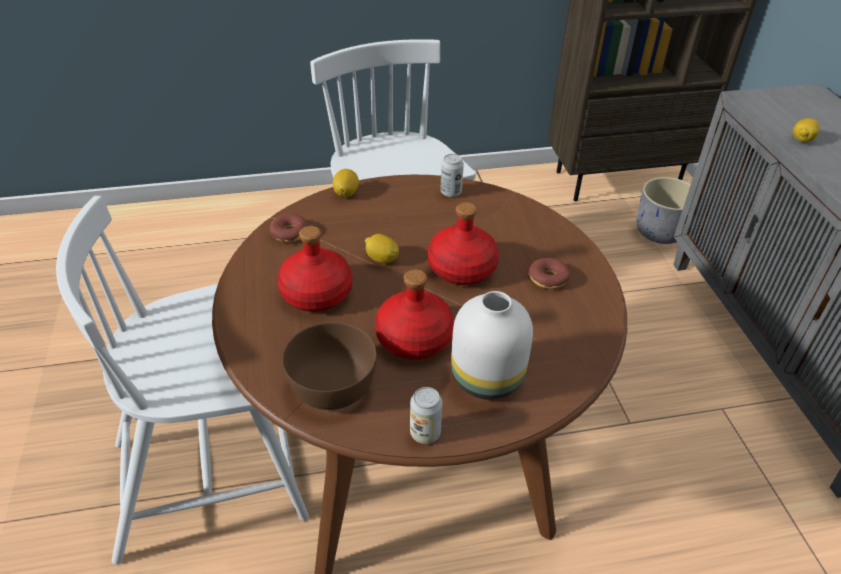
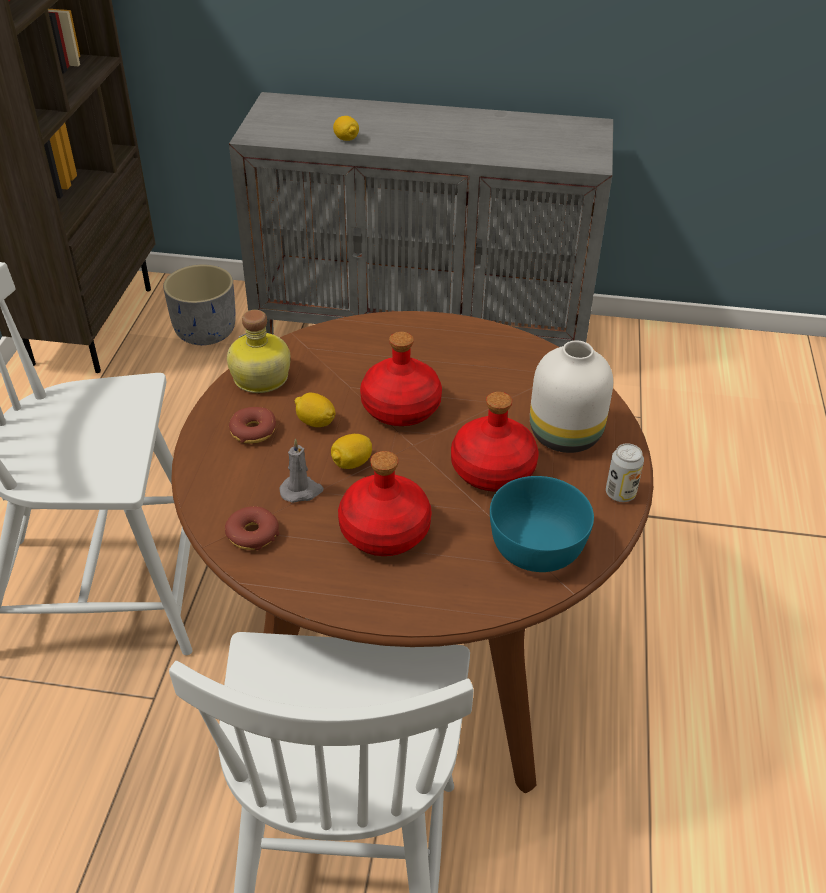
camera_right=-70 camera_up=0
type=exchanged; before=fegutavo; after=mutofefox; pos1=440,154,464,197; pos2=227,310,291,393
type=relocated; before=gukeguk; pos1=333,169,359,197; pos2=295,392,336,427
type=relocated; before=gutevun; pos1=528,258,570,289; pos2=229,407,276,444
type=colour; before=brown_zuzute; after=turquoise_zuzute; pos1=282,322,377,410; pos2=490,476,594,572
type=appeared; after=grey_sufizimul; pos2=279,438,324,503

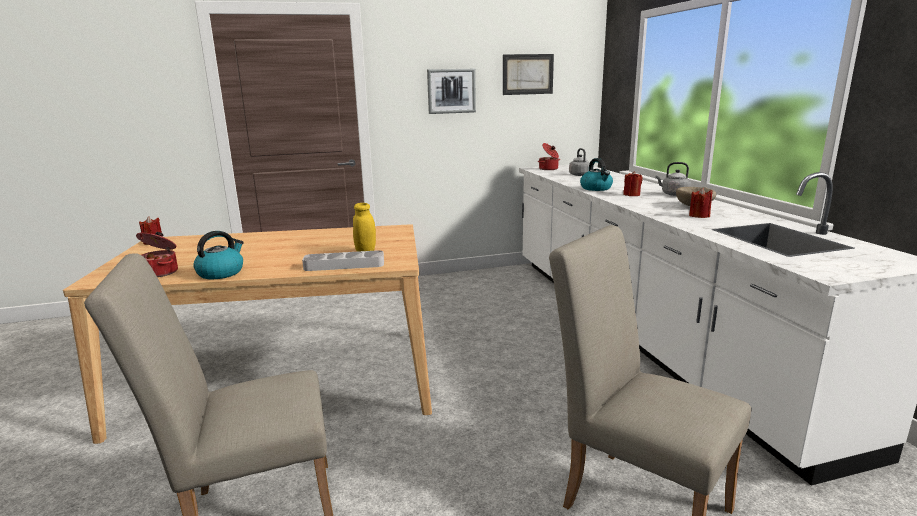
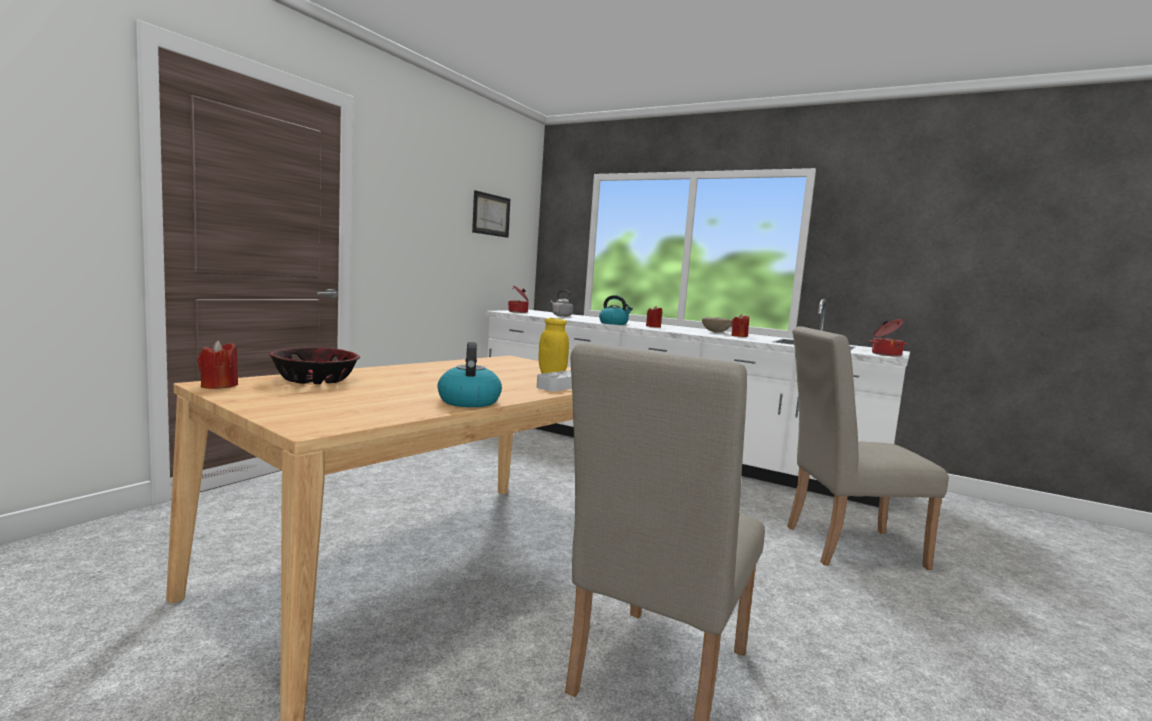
camera_right=-45 camera_up=-10
type=missing; before=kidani; pos1=427,69,476,114
type=missing; before=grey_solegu; pos1=656,162,691,196
type=relocated; before=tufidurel; pos1=136,232,178,277; pos2=869,319,908,357
type=appeared; after=zuzute; pos2=269,348,360,384

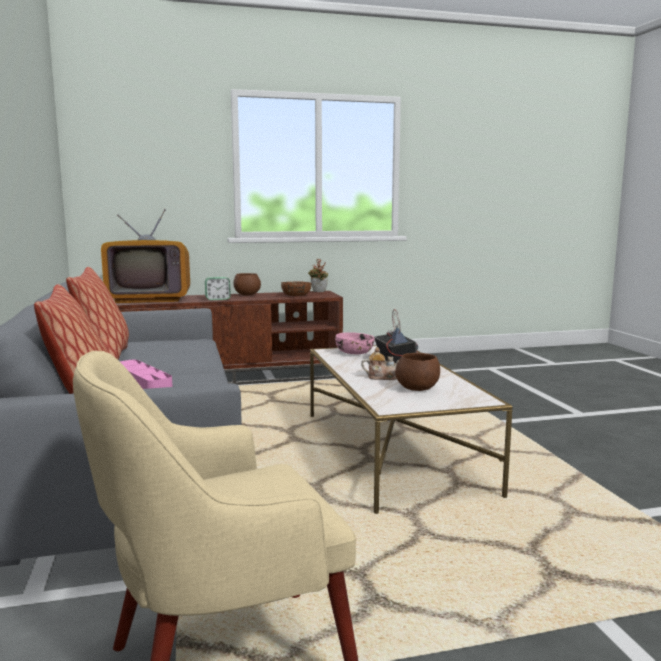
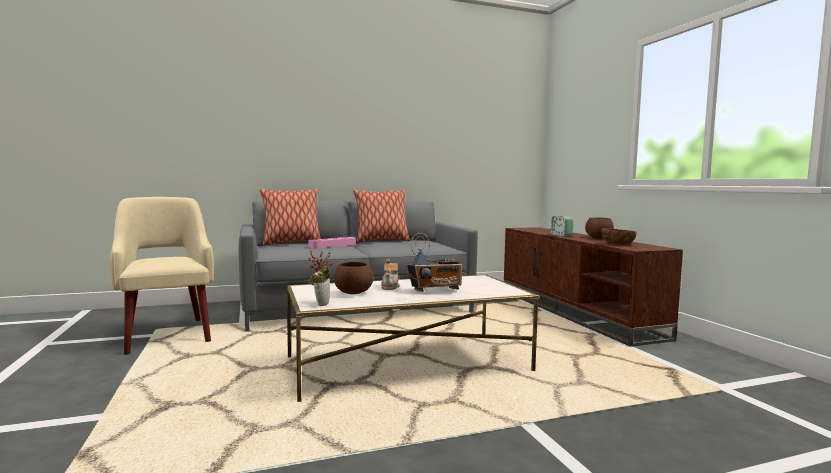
camera_right=85 camera_up=-5
type=missing; before=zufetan; pos1=101,209,190,303
type=relocated; before=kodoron; pos1=308,259,328,292; pos2=308,250,334,306
type=missing; before=pink_zuzute; pos1=335,332,375,354

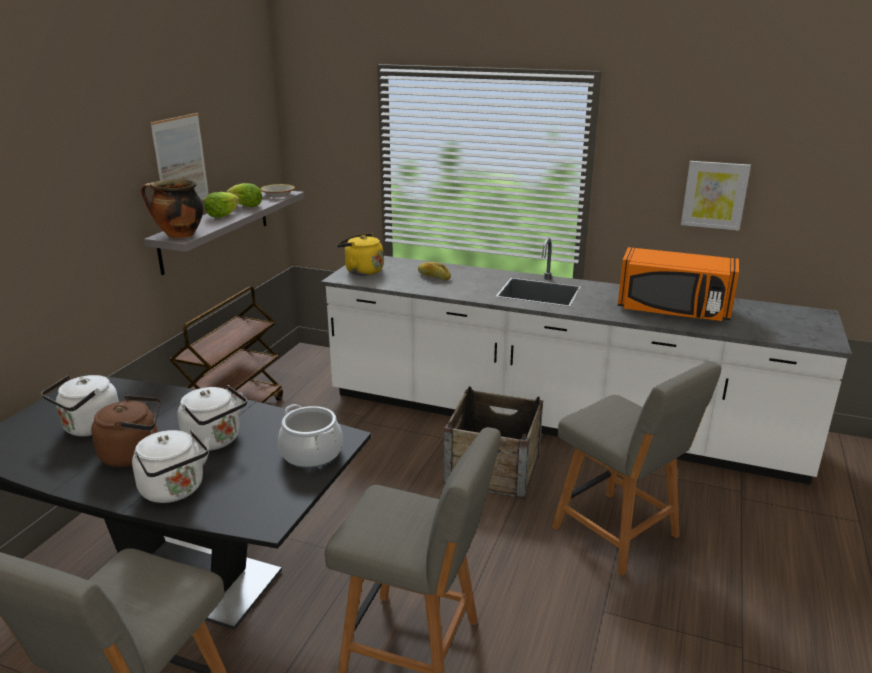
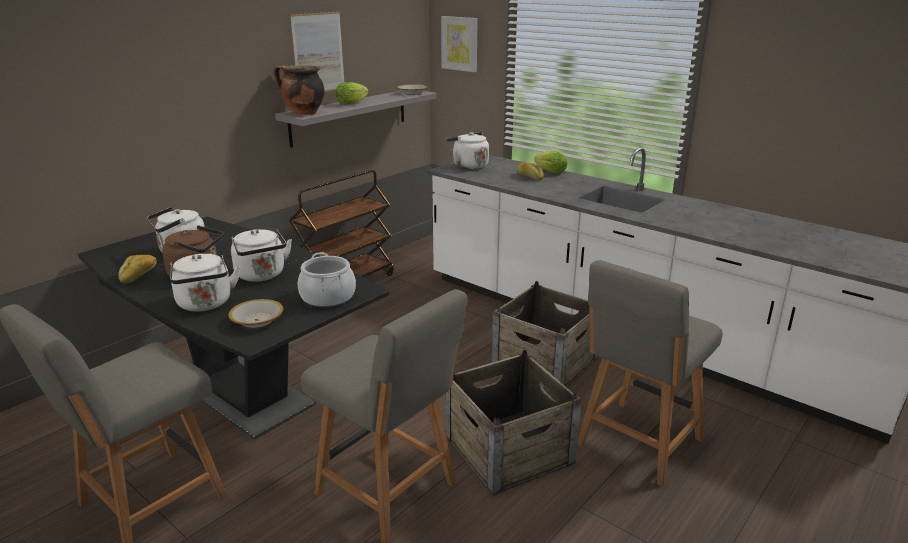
camera_right=20 camera_up=0
type=relocated; before=kidani; pos1=681,161,751,231; pos2=441,16,478,72
type=relocated; before=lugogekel; pos1=226,183,262,207; pos2=534,151,567,174
type=colour; before=yellow_solegu; after=white_solegu; pos1=337,233,384,275; pos2=447,132,489,170
type=missing; before=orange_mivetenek; pos1=618,247,739,321
type=spun; before=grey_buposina; pos1=552,361,722,576; pos2=578,260,723,487; turn=60
type=appeared; after=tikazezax; pos2=118,255,157,284
type=appeared; after=zuzute; pos2=228,299,283,328
type=appeared; after=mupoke; pos2=446,350,582,495

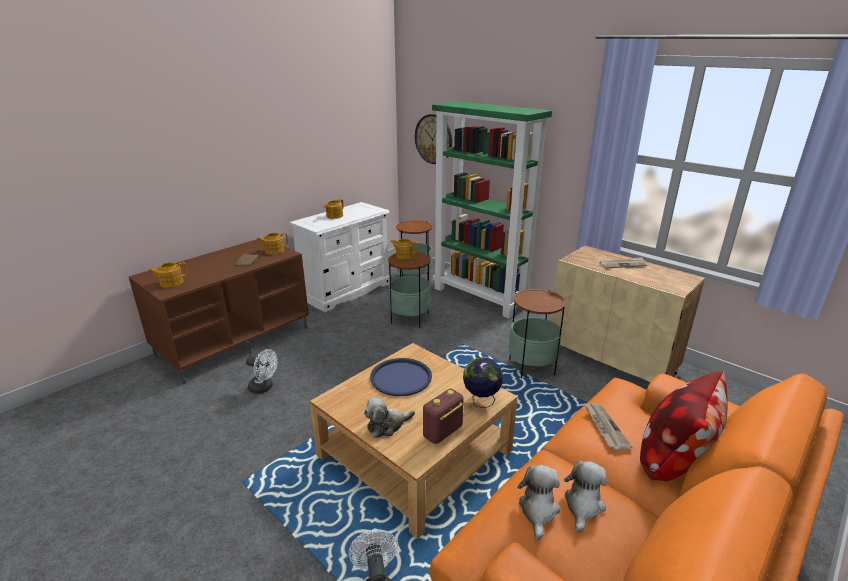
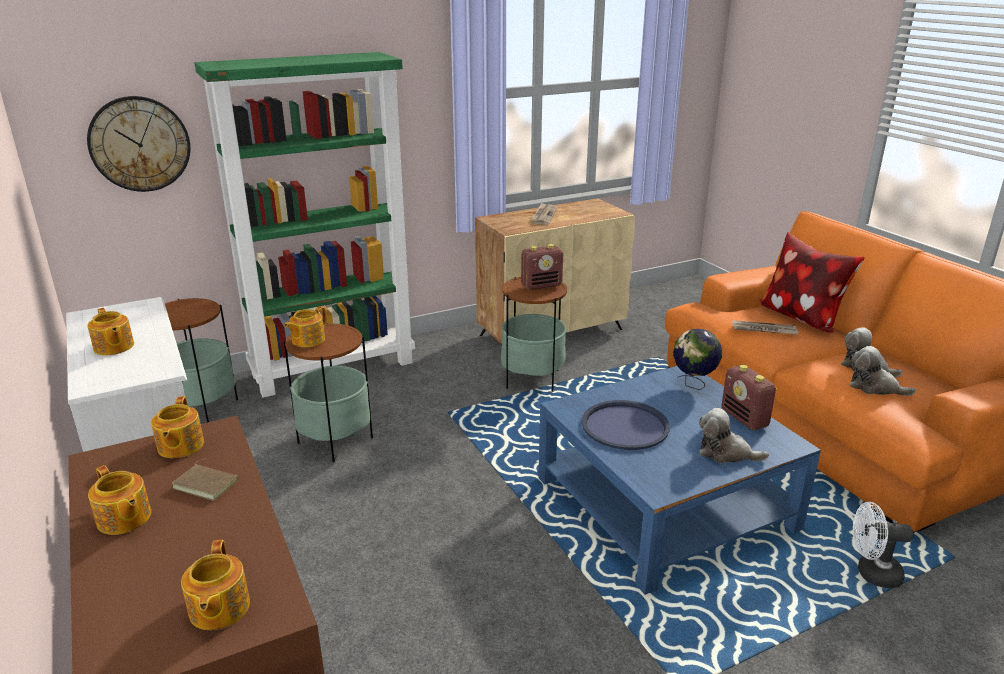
camera_right=-70 camera_up=0
type=colour; before=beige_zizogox; after=blue_zizogox; pos1=310,343,518,539; pos2=538,366,821,595
type=missing; before=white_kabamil; pos1=246,349,278,394
type=spun; before=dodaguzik; pos1=364,397,415,438; pos2=699,408,769,463; turn=120
type=appeared; after=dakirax; pos2=521,244,563,290
type=appeared; after=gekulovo; pos2=88,465,151,535

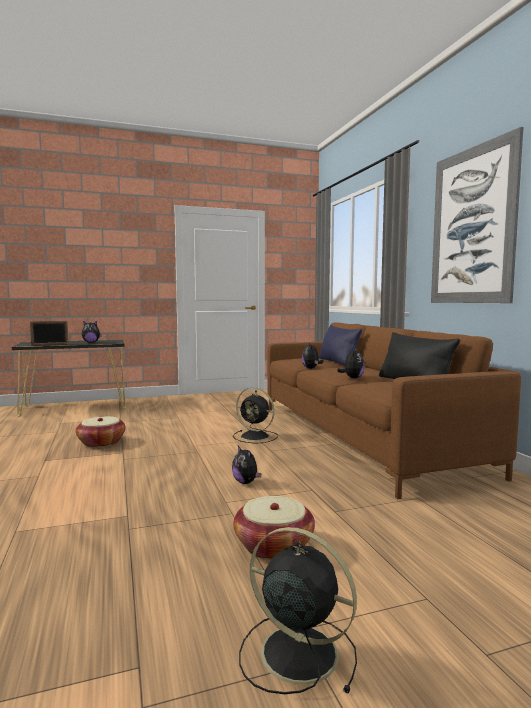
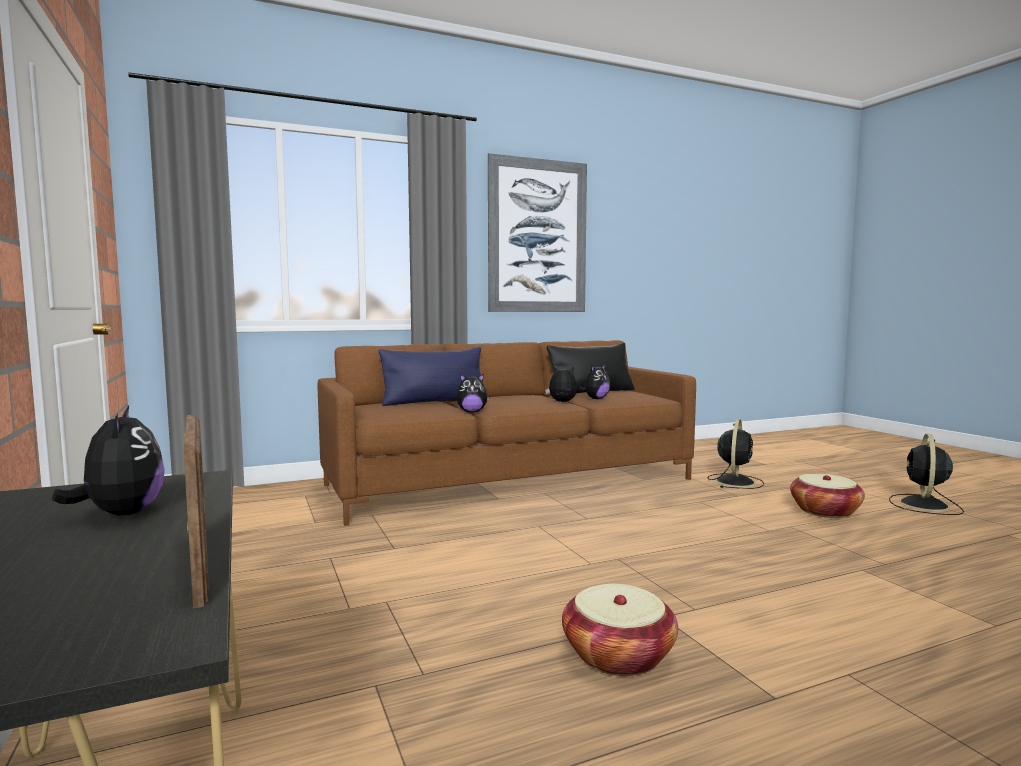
camera_right=-95 camera_up=0
type=relocated; before=black_kabamil; pos1=233,387,278,443; pos2=707,419,764,489
type=relocated; before=dodaguzik; pos1=232,446,261,484; pos2=579,364,610,399

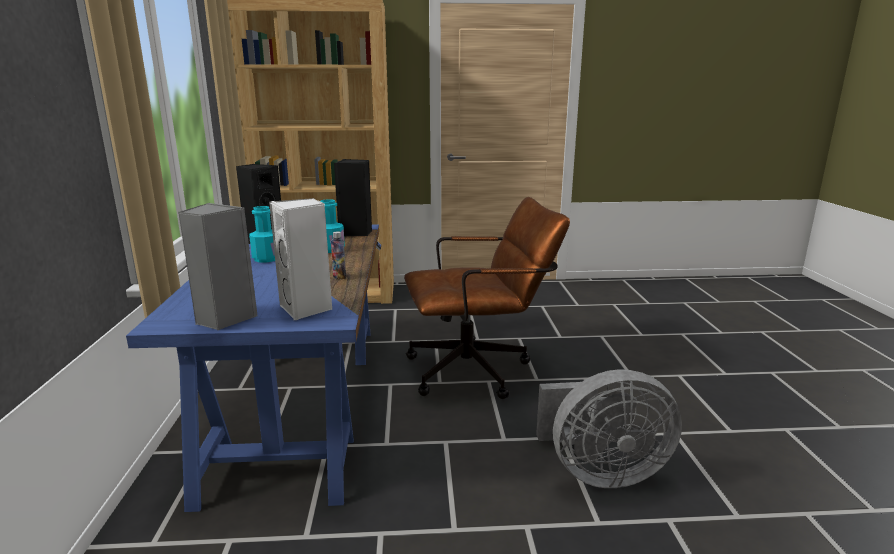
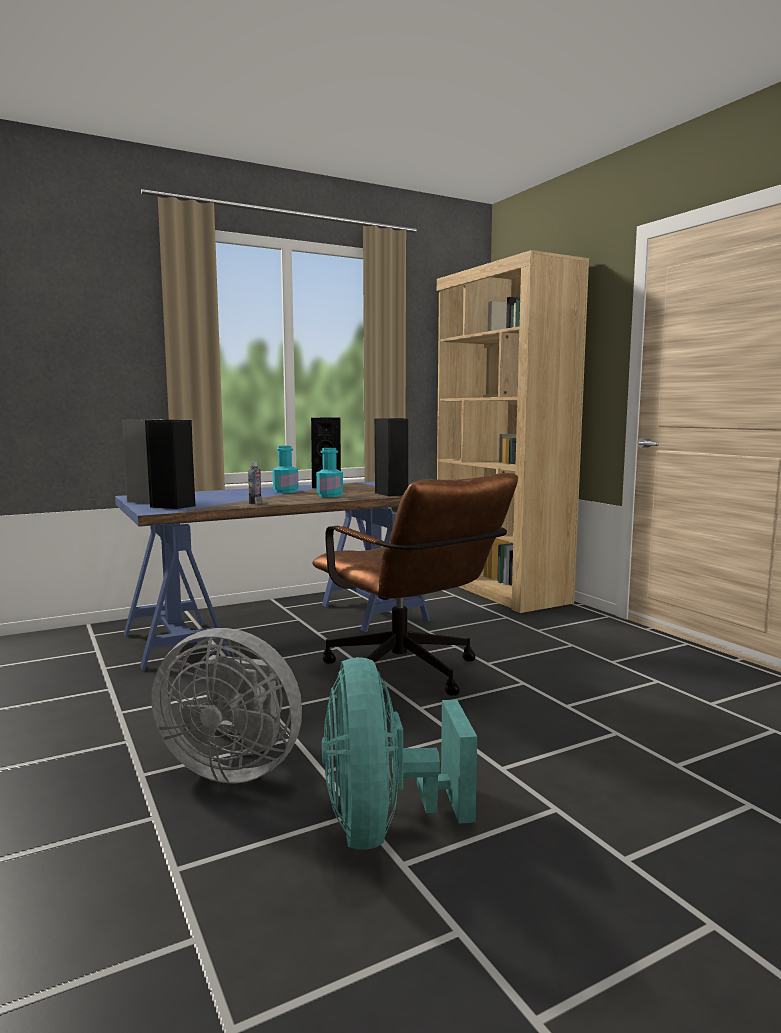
camera_right=65 camera_up=-10
type=colour; before=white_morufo; after=black_morufo; pos1=269,198,332,320; pos2=145,420,195,509
type=spun; before=grey_kabamil; pos1=536,369,682,488; pos2=151,628,302,784; turn=-45
type=appeared; after=turquoise_kabamil; pos2=322,657,477,850

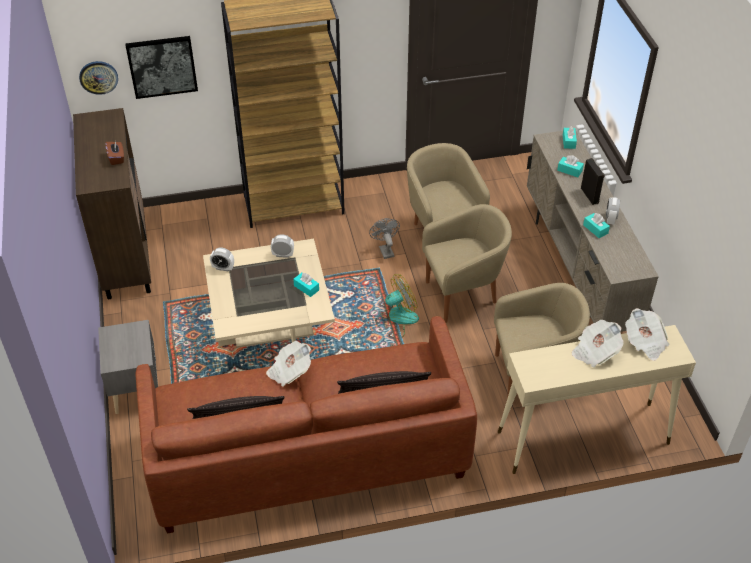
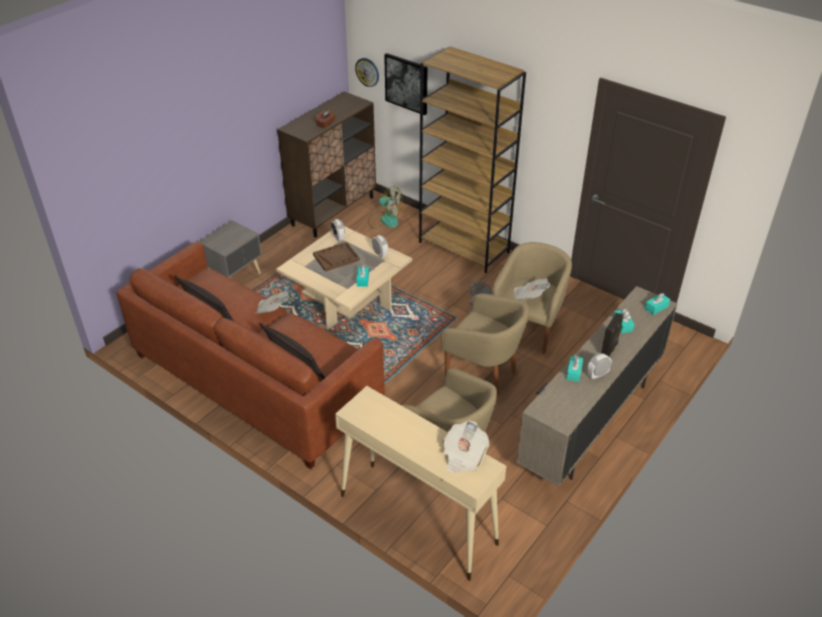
camera_right=50 camera_up=-5
type=relocated; before=kabamil; pos1=375,274,419,338; pos2=368,186,403,229
type=relocated; before=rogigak; pos1=572,320,624,367; pos2=514,279,550,300
type=appeared; after=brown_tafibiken; pos2=313,242,360,272

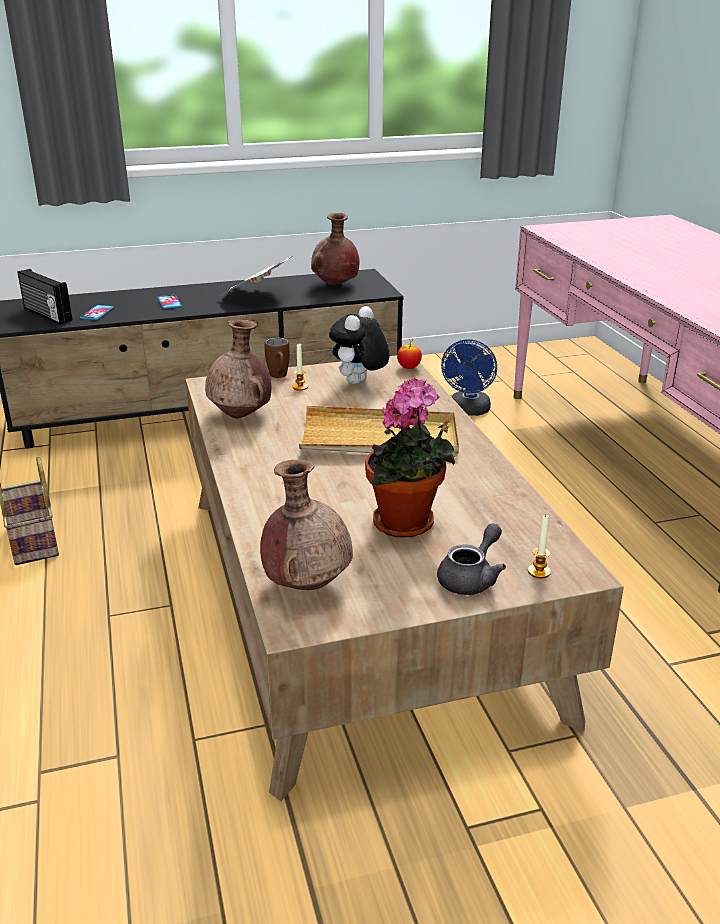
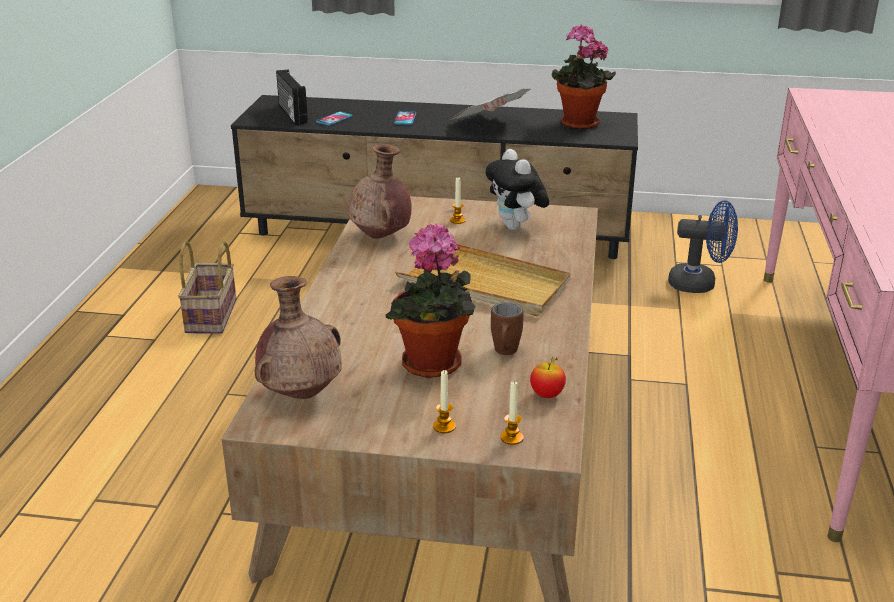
camera_right=25 camera_up=0
type=exchanged; before=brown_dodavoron; after=kodoron; pos1=311,213,360,285; pos2=552,24,616,130
type=spun; before=dodaguzik; pos1=329,306,390,384; pos2=485,149,549,230; turn=-75
type=relocated; before=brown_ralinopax; pos1=264,338,290,378; pos2=491,302,524,355
type=relocated; before=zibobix; pos1=397,339,422,369; pos2=530,357,566,398
type=spun; before=blue_kabamil; pos1=441,339,497,416; pos2=668,200,738,293; turn=-120
type=exchanged; before=grey_gekulovo; after=sufizimul; pos1=437,523,506,595; pos2=433,370,456,433

